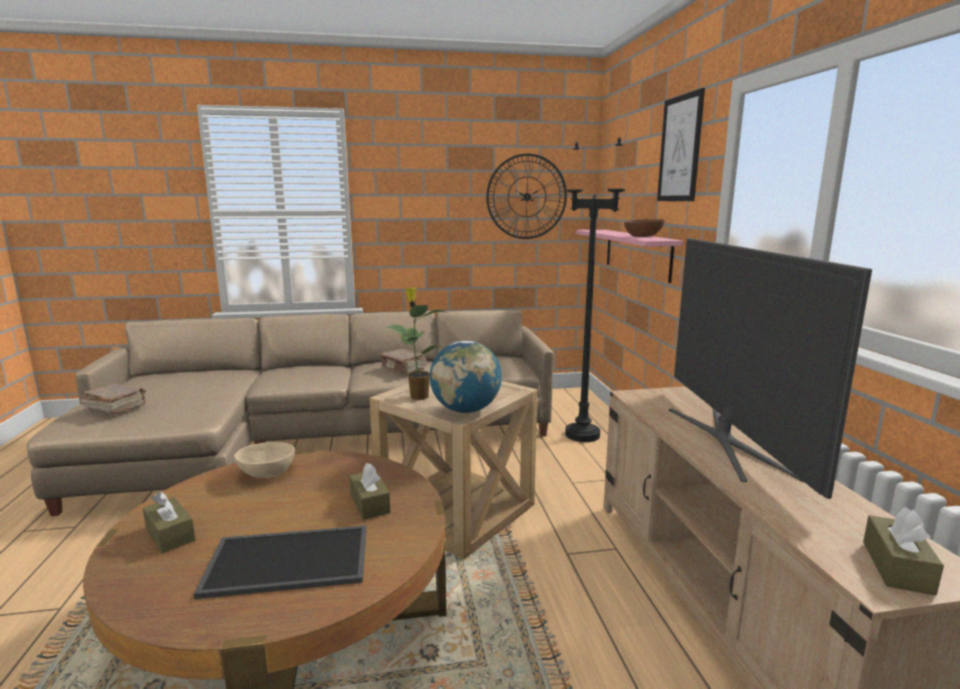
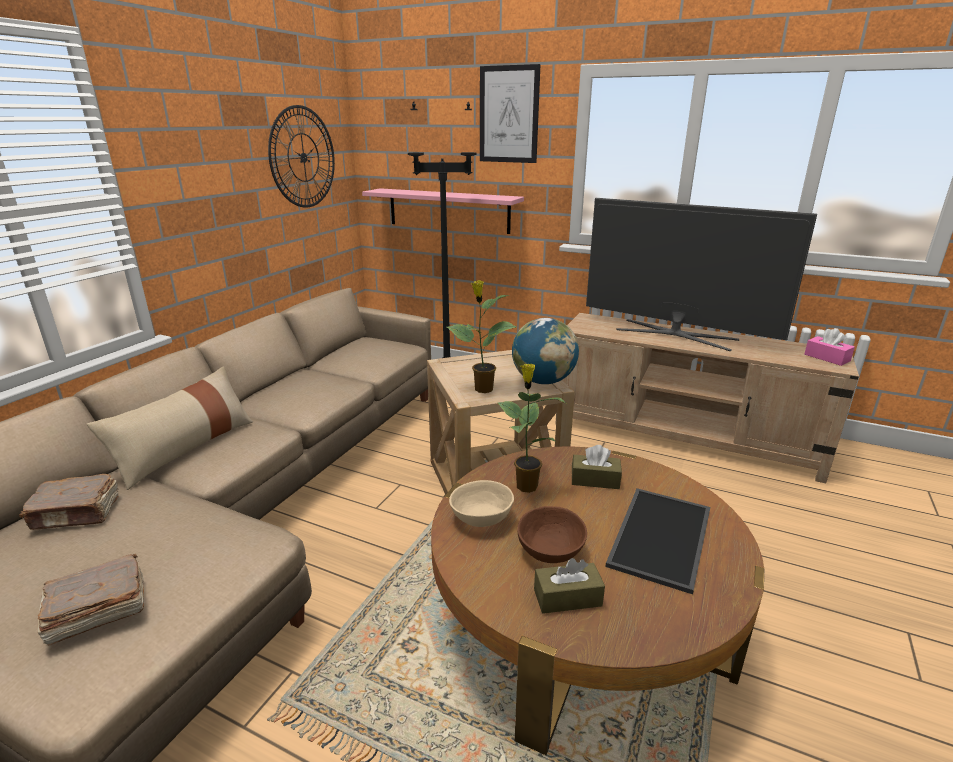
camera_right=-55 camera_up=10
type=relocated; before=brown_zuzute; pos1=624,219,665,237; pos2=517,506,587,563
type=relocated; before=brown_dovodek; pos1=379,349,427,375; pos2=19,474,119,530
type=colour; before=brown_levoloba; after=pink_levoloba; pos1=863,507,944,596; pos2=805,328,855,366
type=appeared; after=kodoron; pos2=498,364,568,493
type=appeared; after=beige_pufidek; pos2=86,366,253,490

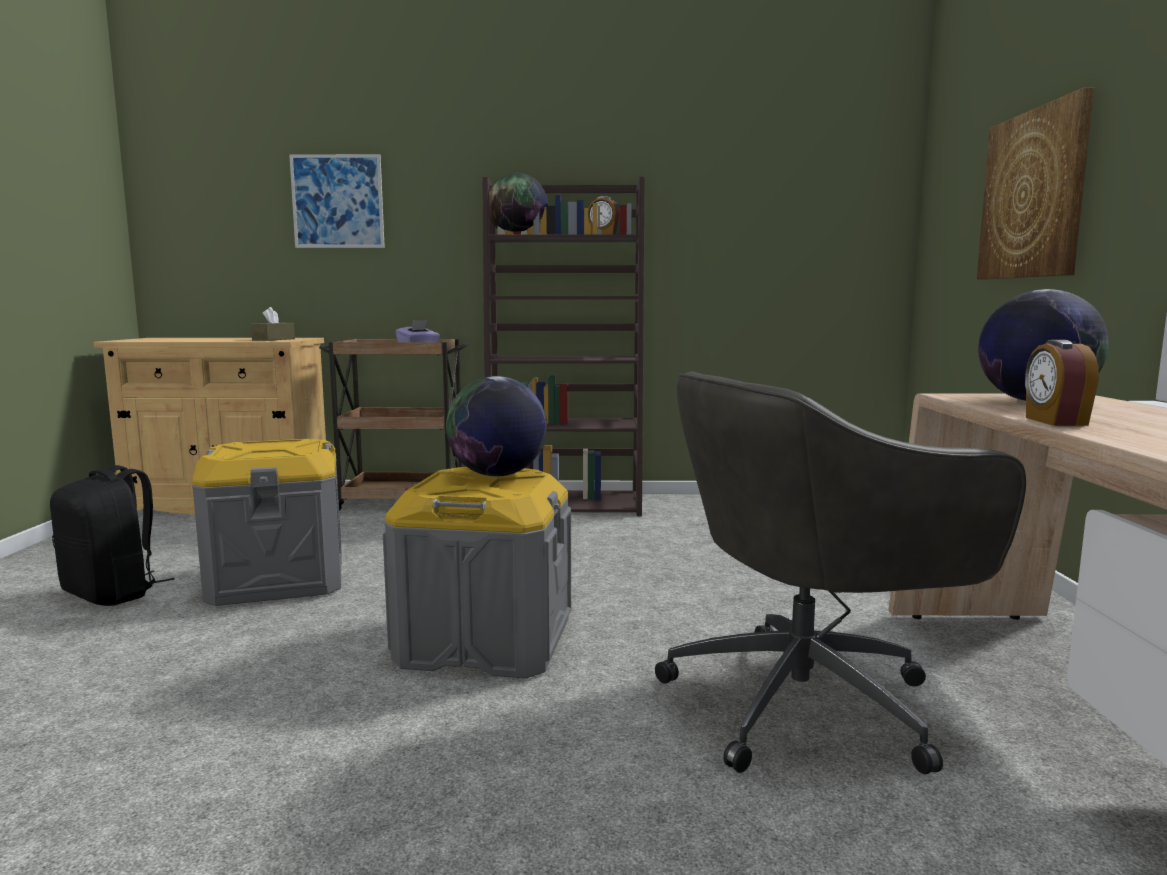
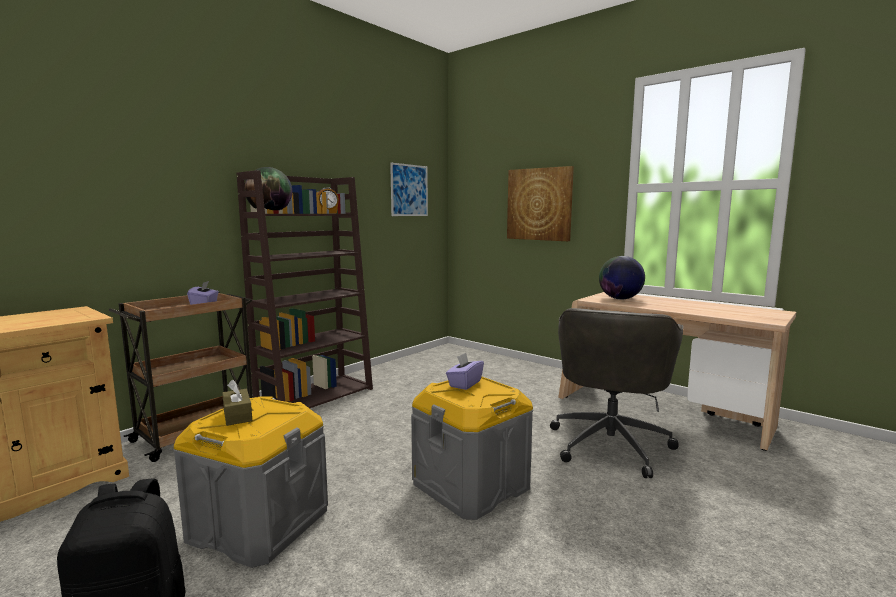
camera_right=-50 camera_up=0
type=relocated; before=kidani; pos1=289,154,385,248; pos2=390,163,428,216
type=relocated; before=brown_levoloba; pos1=251,307,295,341; pos2=222,380,252,426
type=missing; before=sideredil; pos1=1025,340,1099,426
type=exchanged; before=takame; after=purple_levoloba; pos1=446,376,547,477; pos2=446,353,484,390

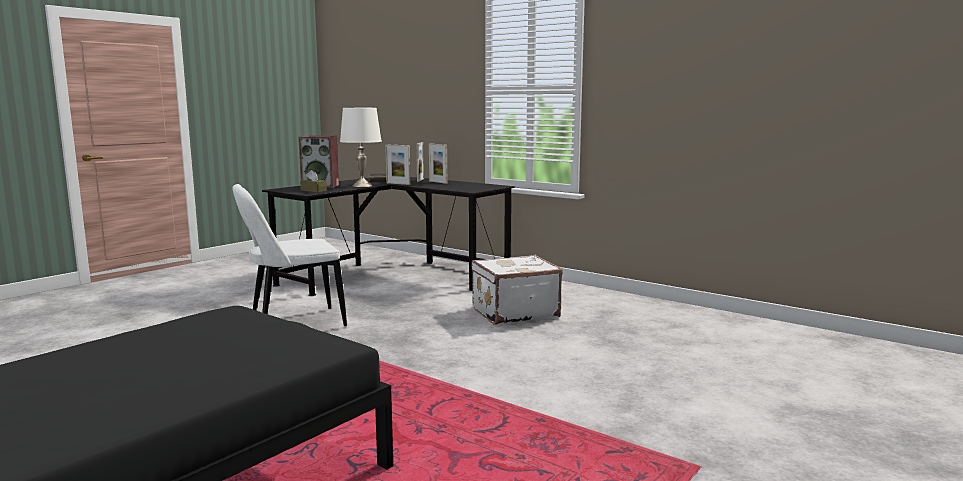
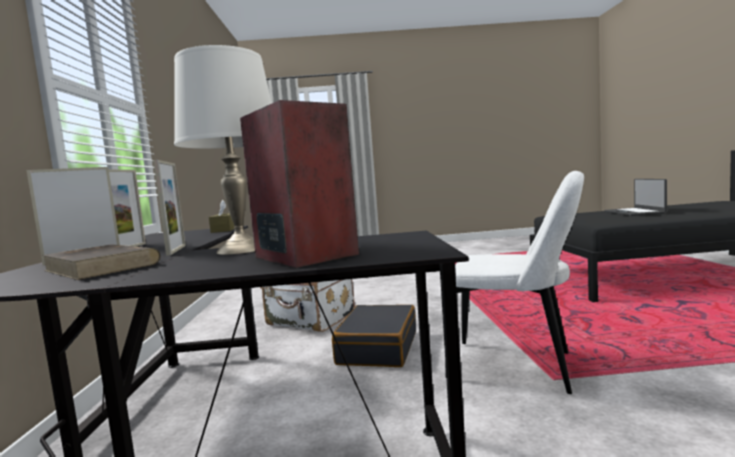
camera_right=-130 camera_up=-5
type=relocated; before=brown_levoloba; pos1=300,170,327,192; pos2=209,200,234,233
type=appeared; after=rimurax; pos2=605,179,667,216
type=appeared; after=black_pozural; pos2=332,305,416,367

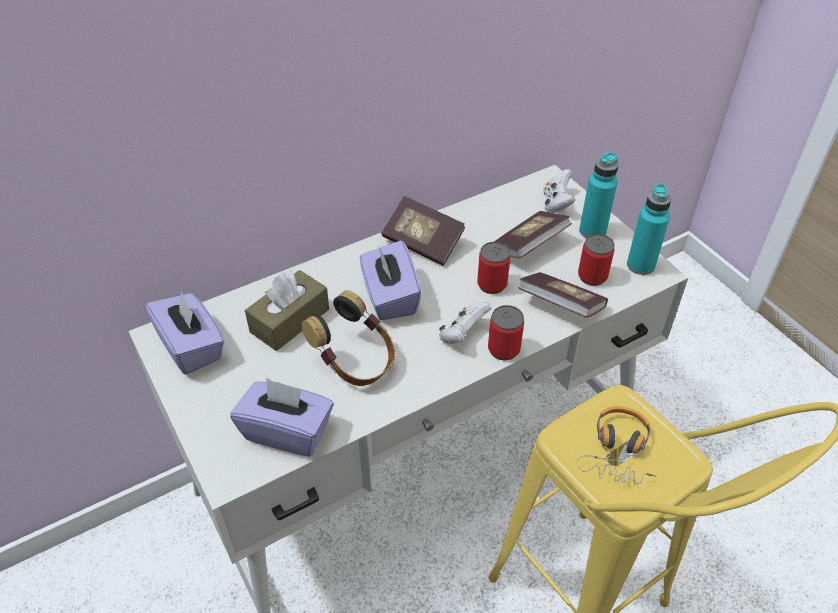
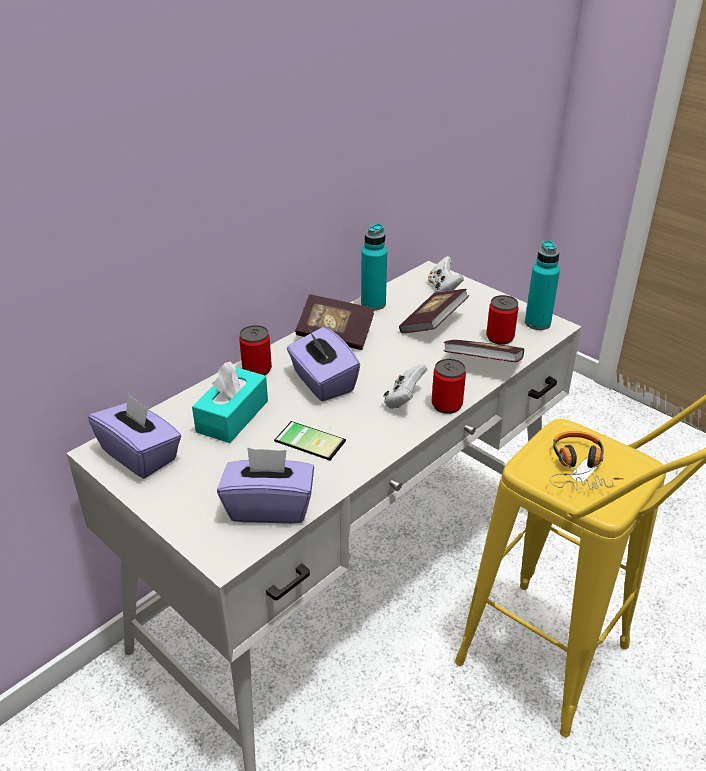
camera_right=-15 camera_up=-10
type=relocated; before=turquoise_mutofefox; pos1=579,152,619,238; pos2=361,223,387,310
type=relocated; before=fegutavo; pos1=477,242,510,294; pos2=239,325,272,375
type=colour; before=brown_levoloba; after=turquoise_levoloba; pos1=245,269,329,351; pos2=192,362,268,443
type=exchanged; before=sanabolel; after=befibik; pos1=302,290,395,386; pos2=274,421,346,461

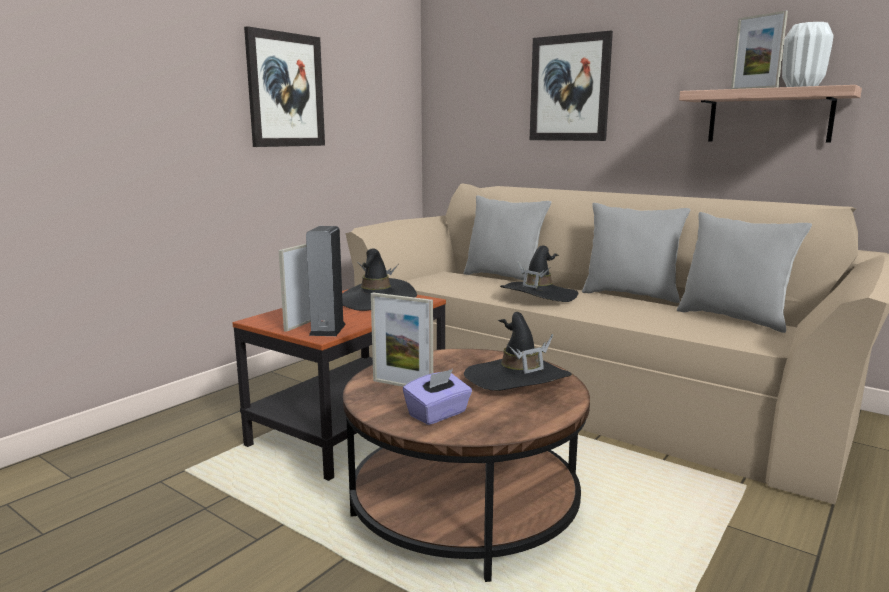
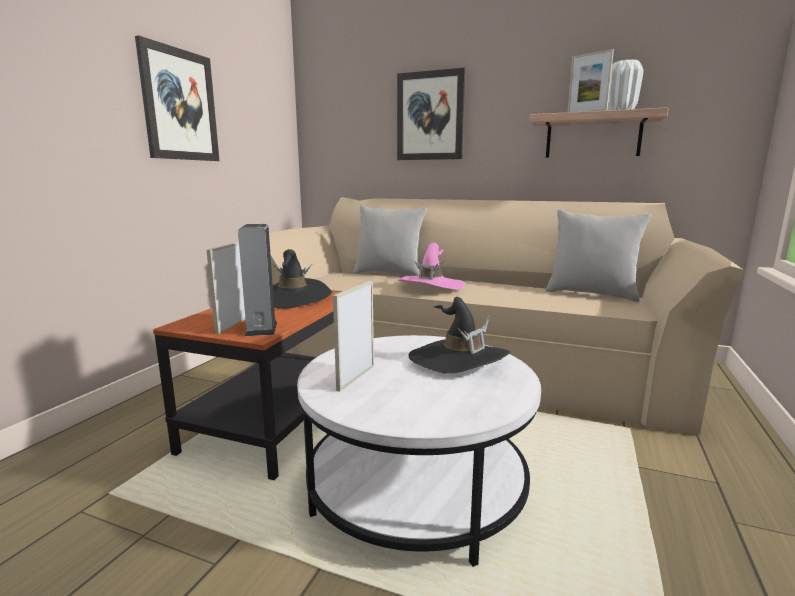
camera_right=-15 camera_up=0
type=missing; before=grey_pufidek; pos1=582,203,690,303
type=colour; before=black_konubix; after=pink_konubix; pos1=500,245,578,302; pos2=398,243,465,290
type=spun; before=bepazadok; pos1=371,292,433,387; pos2=333,281,374,392; turn=105
type=colour; before=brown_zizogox; after=white_zizogox; pos1=343,349,590,582; pos2=297,335,541,567
type=missing; before=purple_levoloba; pos1=403,369,472,425

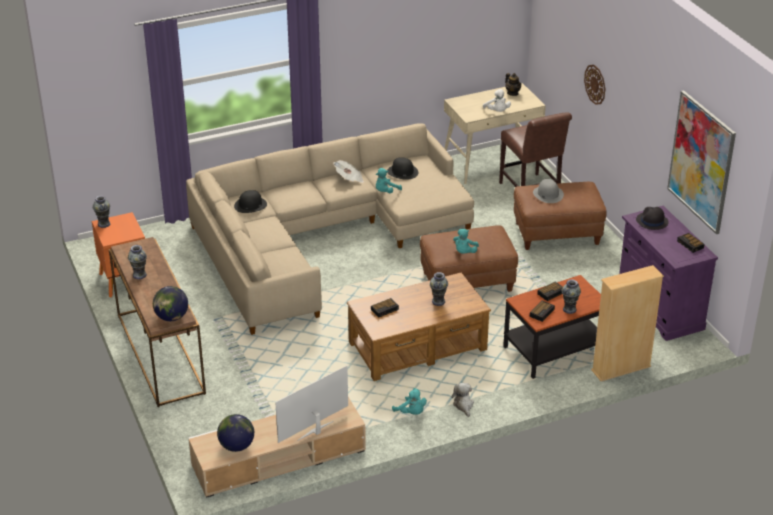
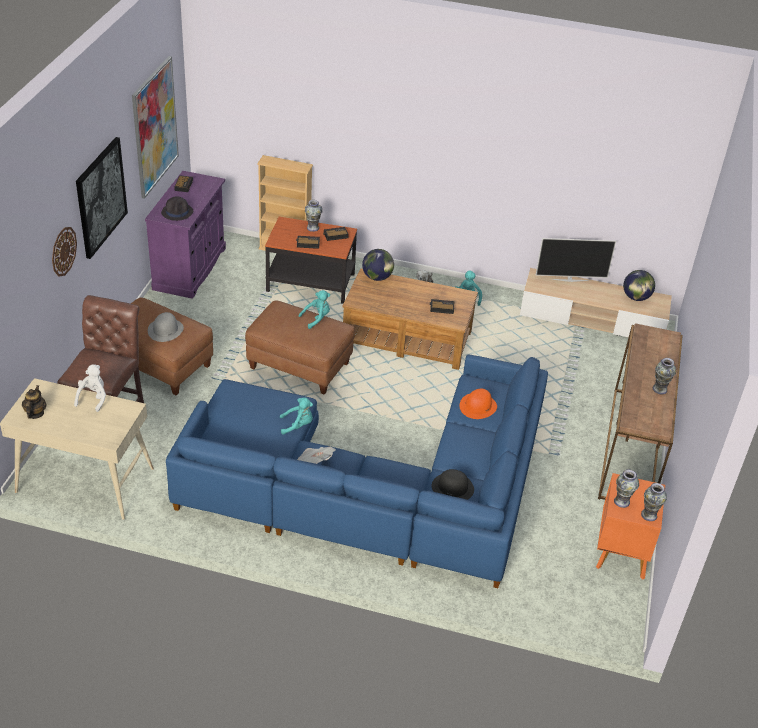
camera_right=-145 camera_up=5
type=colour; before=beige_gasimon; after=blue_gasimon; pos1=186,123,474,335; pos2=166,355,548,588
type=missing; before=black_konubix; pos1=387,157,418,180
type=relocated; before=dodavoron; pos1=430,272,448,306; pos2=614,469,639,508
type=relocated; before=takame; pos1=153,286,188,321; pos2=362,249,394,281
type=appeared; after=kidani; pos2=76,137,128,259
type=appeared; after=orange_konubix; pos2=459,389,497,419

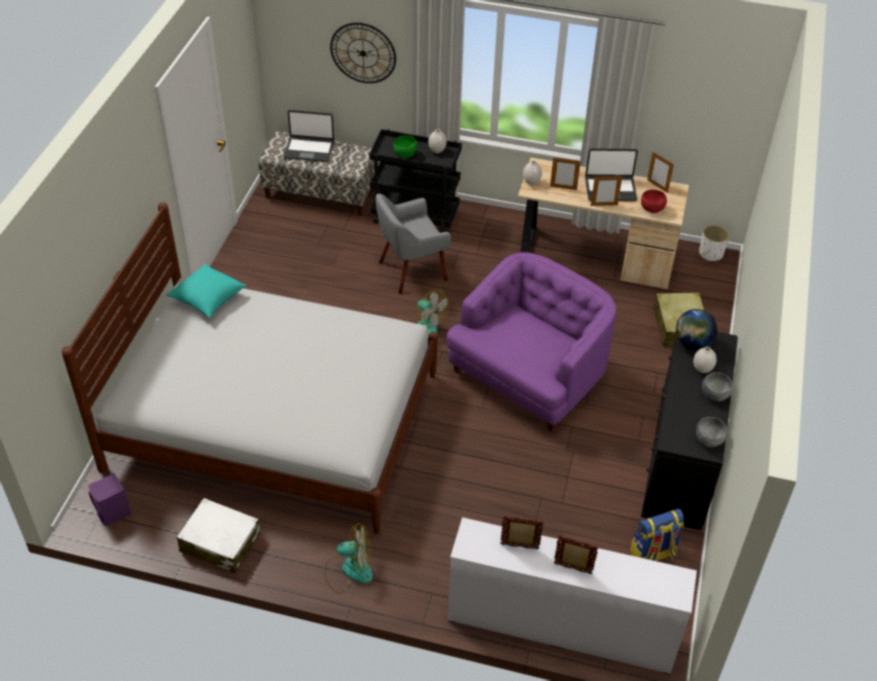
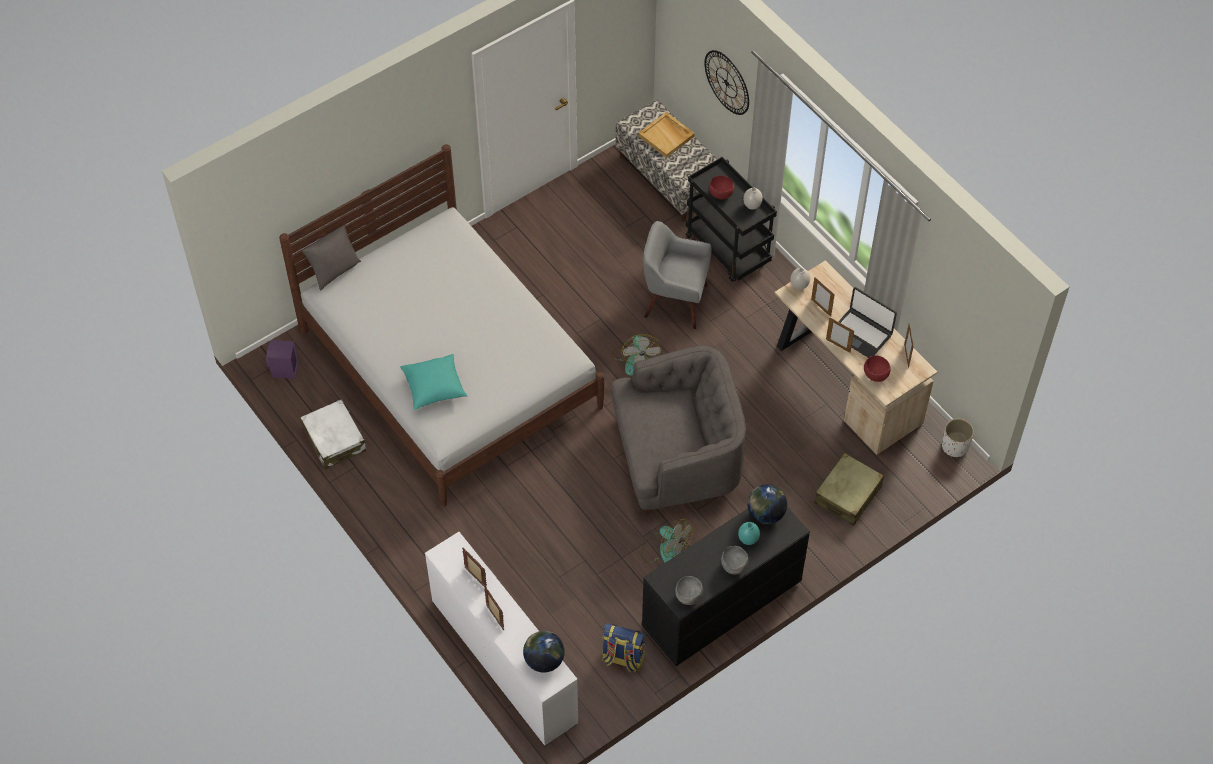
camera_right=40 camera_up=10
type=exchanged; before=rimurax; after=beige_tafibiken; pos1=284,110,334,162; pos2=638,112,694,158
type=colour; before=green_zuzute; after=red_zuzute; pos1=393,135,418,158; pos2=709,176,734,199
type=colour; before=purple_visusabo; after=grey_visusabo; pos1=447,252,616,432; pos2=611,345,746,514
type=relocated; before=turquoise_pufidek; pos1=166,264,247,318; pos2=400,354,467,410
type=colour; before=white_dodavoron; after=turquoise_dodavoron; pos1=693,347,717,373; pos2=738,522,760,545
type=relocated; before=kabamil; pos1=324,523,373,594; pos2=642,519,693,563
type=appeared; after=grey_pufidek; pos2=302,225,361,291
type=appeared; after=takame; pos2=523,631,565,673

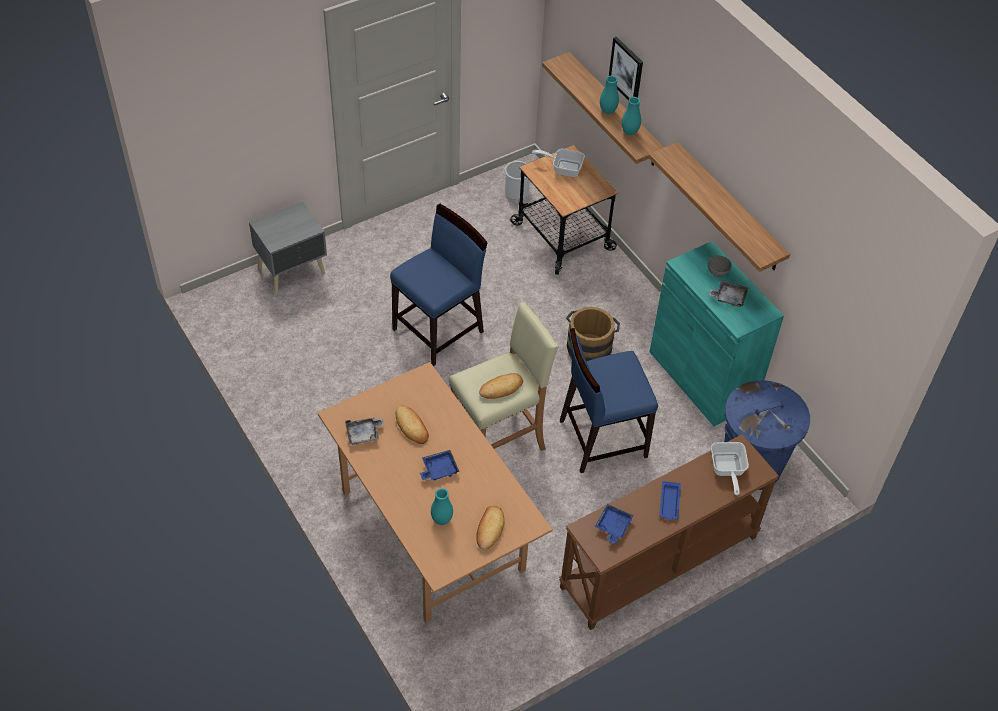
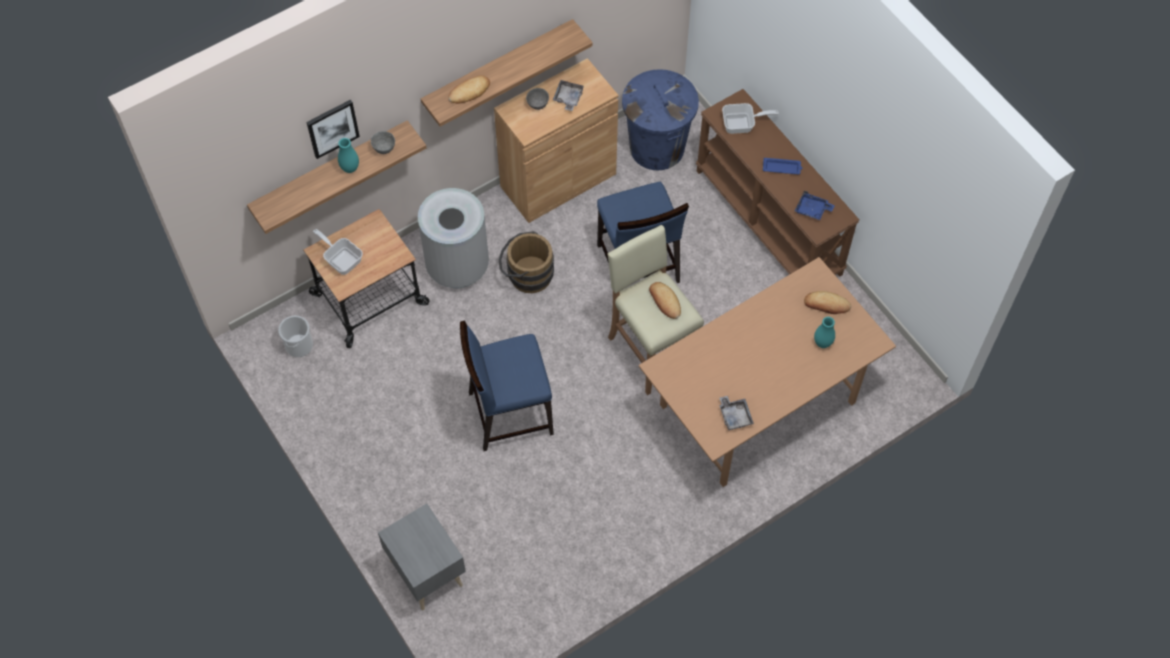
camera_right=-90 camera_up=10
type=exchanged; before=turquoise_dodavoron; after=grey_zuzute; pos1=622,97,641,135; pos2=371,131,395,154
type=spun; before=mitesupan; pos1=532,149,585,177; pos2=313,229,363,275; turn=120
type=spun; before=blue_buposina; pos1=390,204,488,366; pos2=460,320,554,451; turn=-60
type=colour; before=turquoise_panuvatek; after=brown_panuvatek; pos1=650,241,784,426; pos2=494,58,619,223
type=relocated; before=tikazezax; pos1=396,405,429,444; pos2=448,75,490,103
type=missing; before=blue_tafibiken; pos1=420,450,459,480
type=appeared; after=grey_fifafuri; pos2=418,188,489,288

